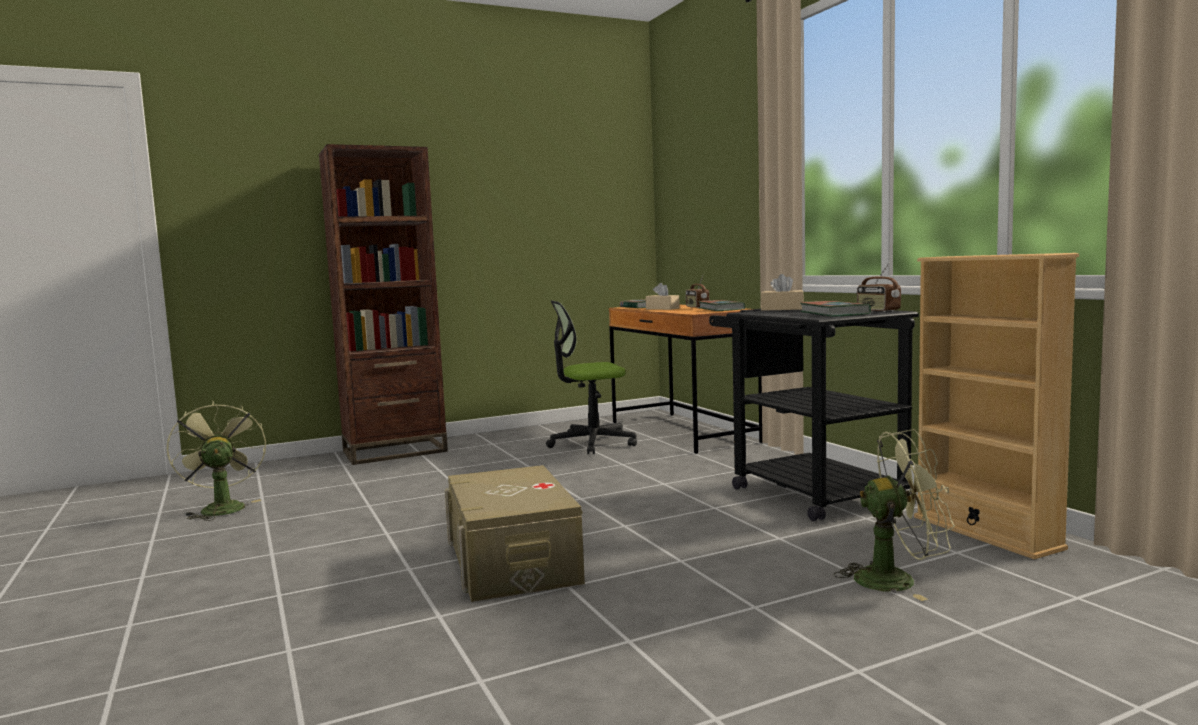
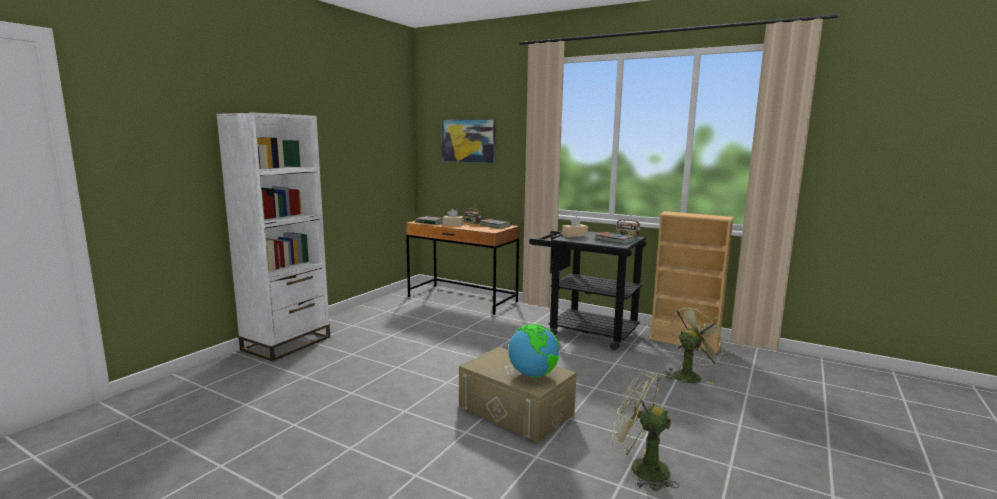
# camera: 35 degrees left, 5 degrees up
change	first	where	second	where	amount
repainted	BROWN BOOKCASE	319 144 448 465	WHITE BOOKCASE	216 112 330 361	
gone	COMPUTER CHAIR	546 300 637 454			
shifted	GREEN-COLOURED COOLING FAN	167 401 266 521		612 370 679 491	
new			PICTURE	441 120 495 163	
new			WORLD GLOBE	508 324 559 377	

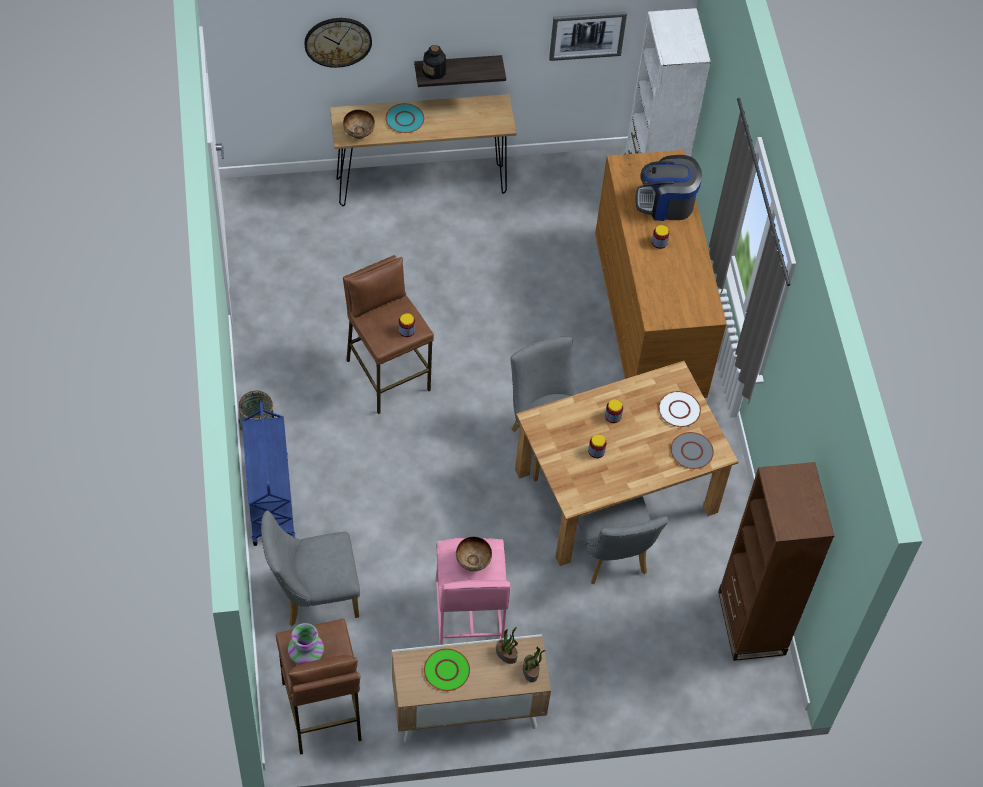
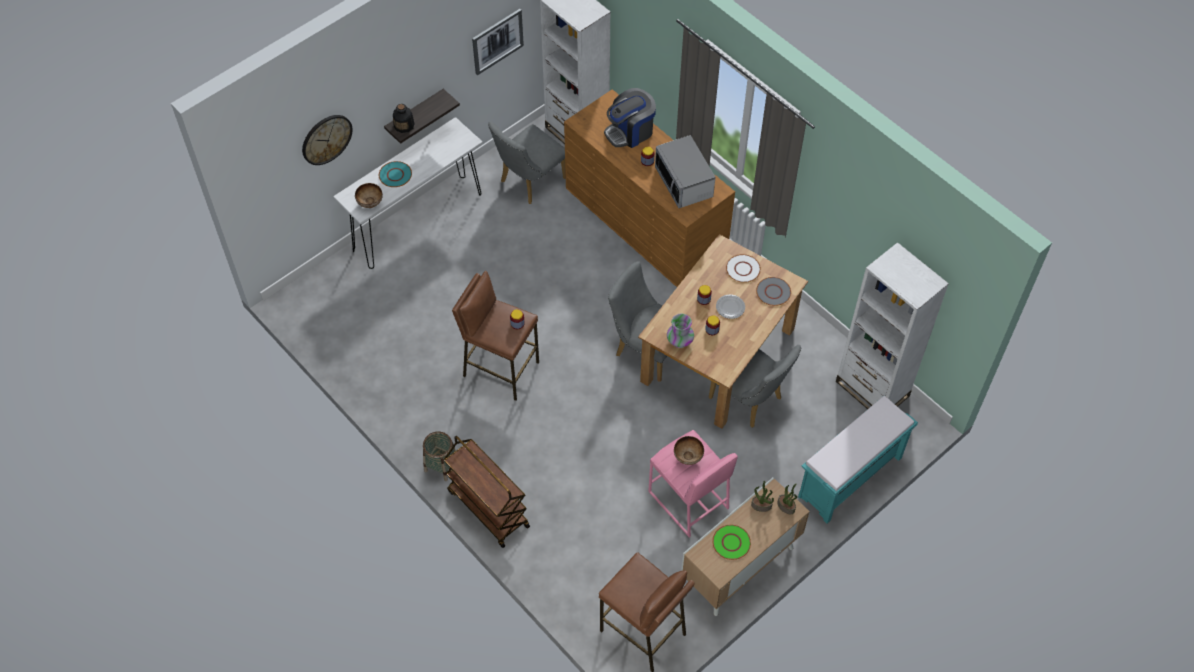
# camera: 30 degrees left, 0 degrees up
change	first	where	second	where	amount
repainted	BROWN CONSOLE TABLE	330 94 517 206	WHITE CONSOLE TABLE	333 117 483 269	
repainted	BLUE-COLOURED CART	242 402 295 546	BROWN CART	443 436 530 548	
repainted	BROWN BOOKCASE	718 462 834 661	WHITE BOOKCASE	836 242 949 409	
shifted	GREY CHAIR	261 510 360 626		488 122 566 204	
shifted	VASE	288 623 324 665		667 314 694 348	
new			KITCHEN MICROWAVE	655 135 715 208	
new			FLAT DISH	716 295 745 319	
new			TURQUOISE-COLOURED INDOOR BENCH	798 396 918 523	

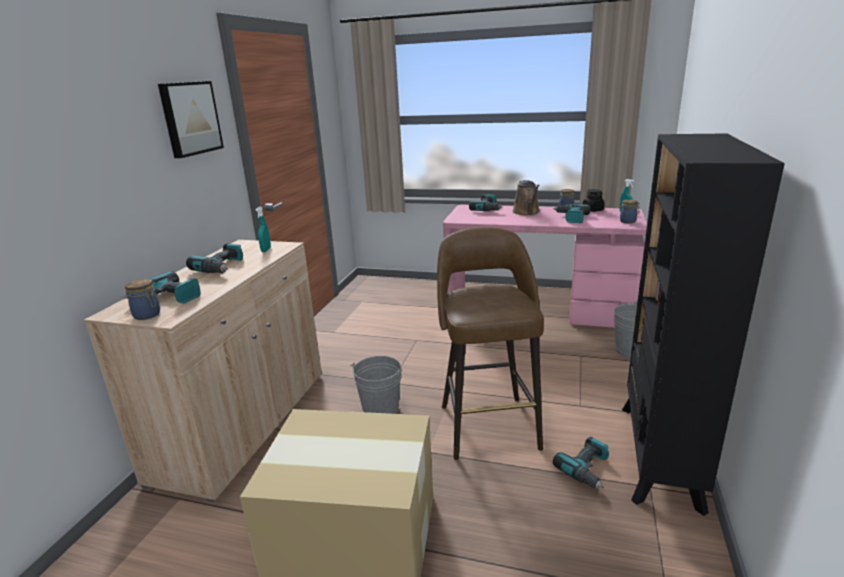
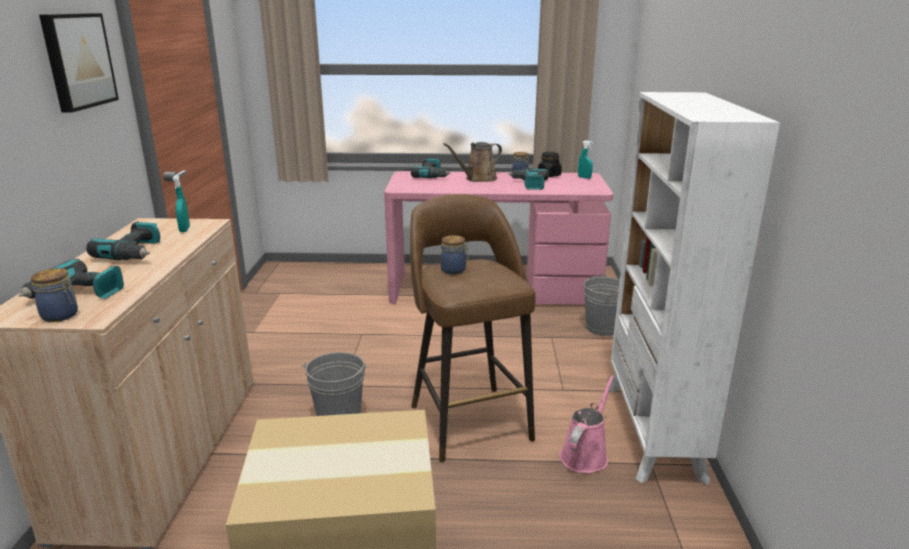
# camera: 15 degrees left, 0 degrees up
change	first	where	second	where	amount
repainted	BLACK-COLOURED BOOKCASE	622 133 785 516	WHITE BOOKCASE	609 92 780 485	
rotated	BROWN WATERING POT	512 180 540 215		443 142 502 182	75 degrees clockwise
shifted	STORAGE JAR	620 199 640 224		441 235 469 275	
swapped	DRILL	553 437 609 489	PINKISH WATERING POT	560 375 614 473	

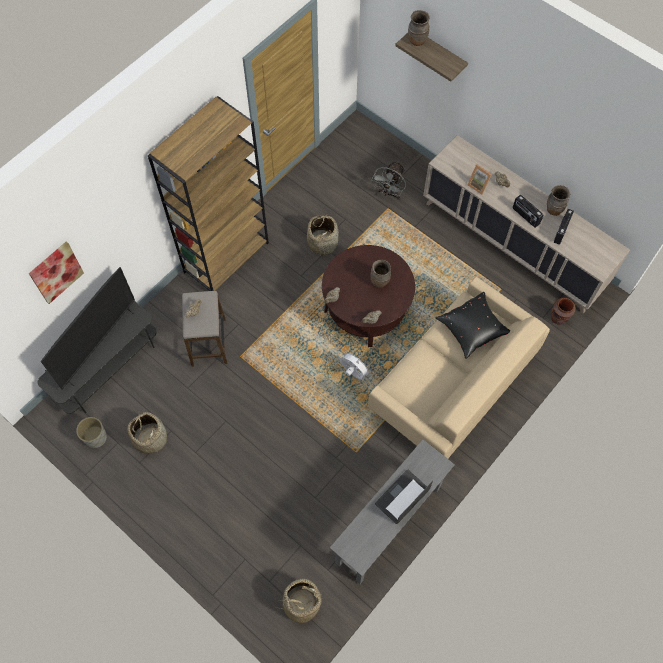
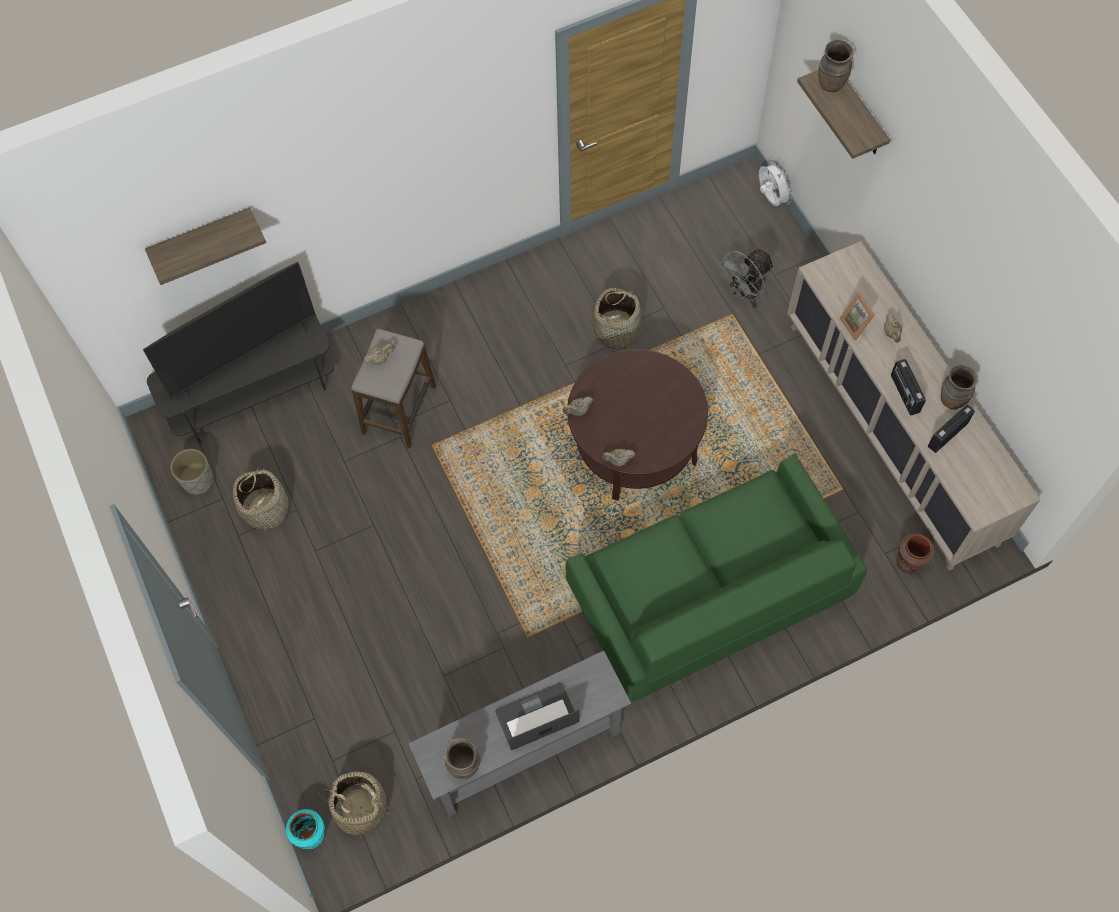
# camera: 25 degrees right, 0 degrees up
change	first	where	second	where	amount
gone	BROWN BOOKCASE	148 96 269 291			
swapped	PICTURE	29 241 84 304	BRACKET SHELF	145 207 266 285	
shifted	BROWN VASE	370 260 391 288		444 738 480 779	
repainted	BEIGE-COLOURED COUCH	368 277 550 459	GREEN-COLOURED COUCH	566 455 867 701	
gone	BLACK-COLOURED PILLOW	436 292 510 359			
shifted	WHITE COOLING FAN	340 350 371 380		759 160 793 206	
new			TURQUOISE-COLOURED VASE	286 809 325 849	

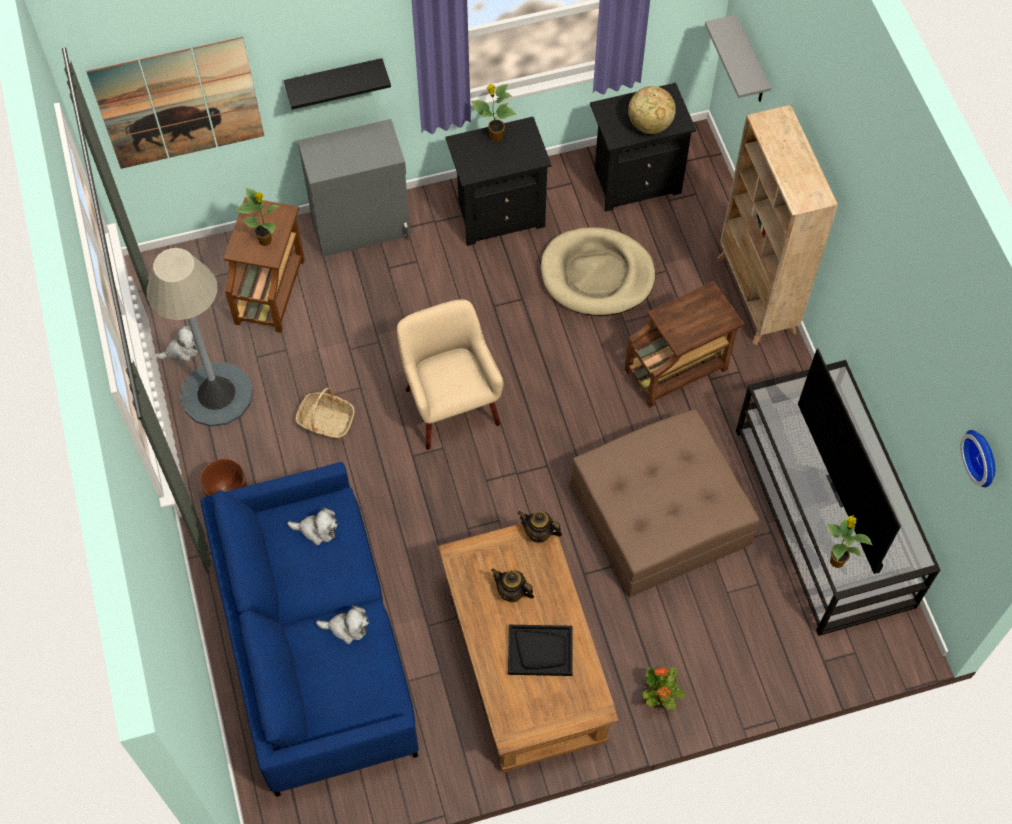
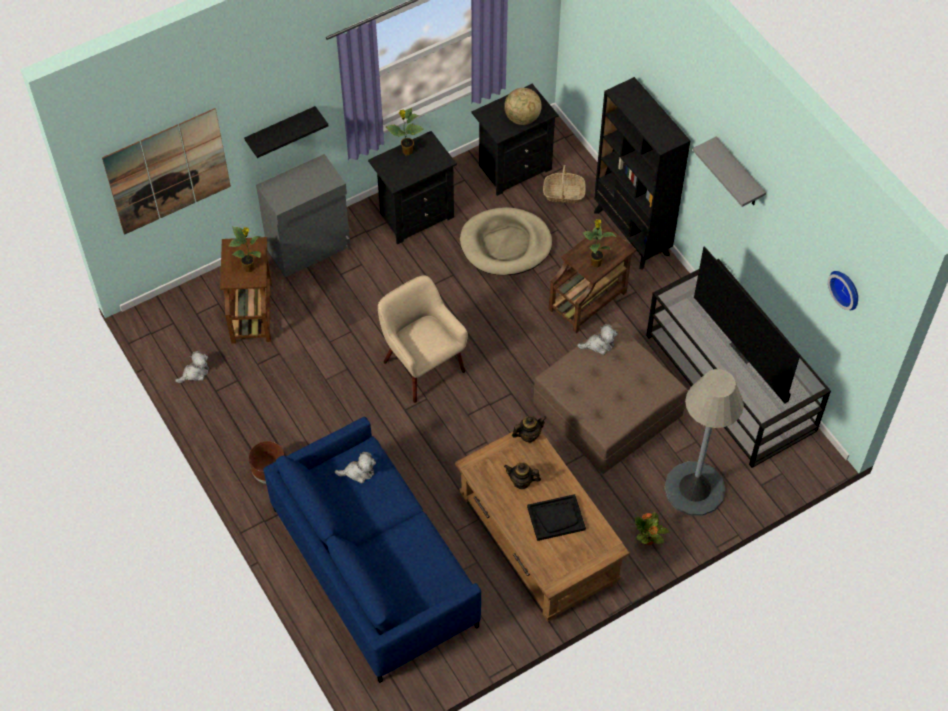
# camera: 15 degrees left, 5 degrees down
change	first	where	second	where	amount
shifted	GREY BRACKET SHELF	705 14 771 102		693 137 766 207	
repainted	BEIGE-COLOURED BOOKCASE	717 105 838 345	BLACK-COLOURED BOOKCASE	594 77 690 270	
shifted	GREY FLOOR LAMP	147 248 253 427		664 369 744 516	
shifted	HOUSEHOLD BASKET	295 388 355 439		543 165 586 203	
rotated	TEAPOT	517 511 562 543		512 416 547 442	150 degrees clockwise
shifted	POTTED PLANT	827 515 873 568		582 219 616 267	
shifted	SOFT TOY	316 605 369 644		577 324 617 355	

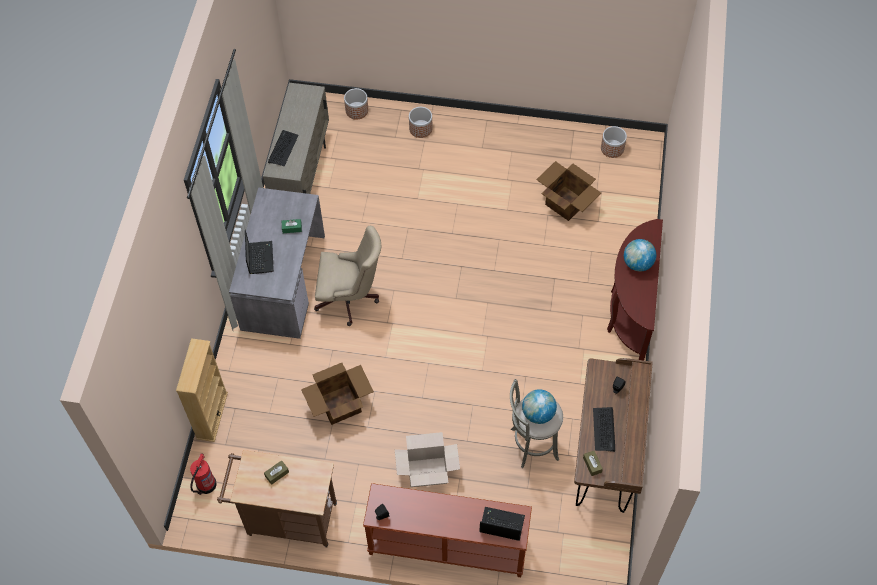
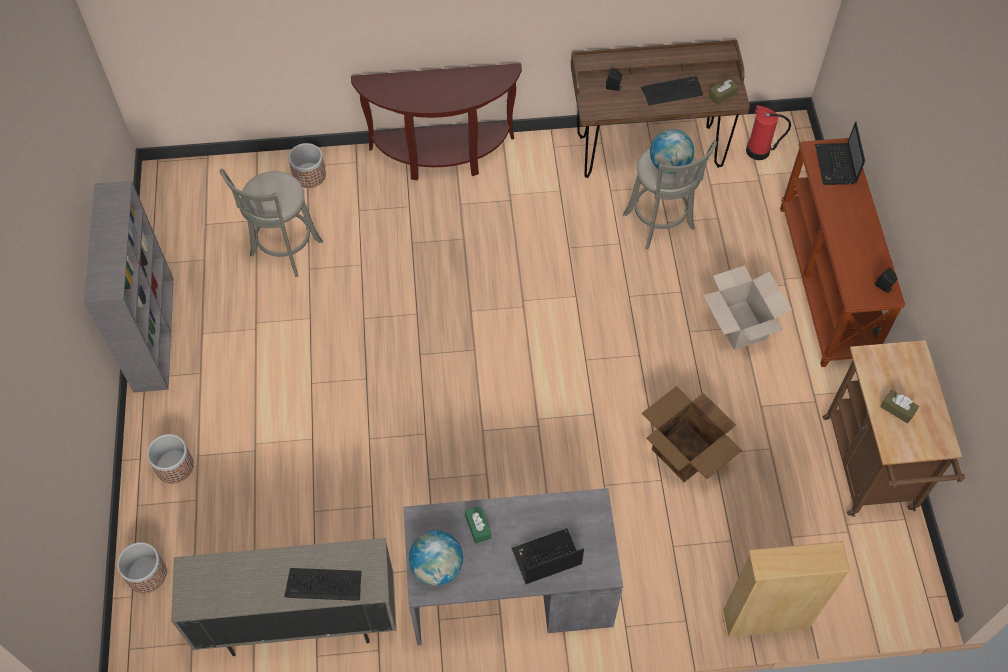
# camera: 105 degrees left, 0 degrees up
change	first	where	second	where	amount
shifted	FLOWER POT	601 126 627 158		288 143 326 188	
swapped	CARDBOARD BOX	536 161 601 221	GREY STOOL SEAT	220 169 323 277	
gone	BEIGE-COLOURED COMPUTER CHAIR	314 226 381 326			
shifted	WORLD GLOBE	624 239 657 271		409 531 463 586	
shifted	FIRE EXTINGUISHER	190 453 217 495		746 105 791 160	
new			GREY BOOKCASE	84 181 174 393	

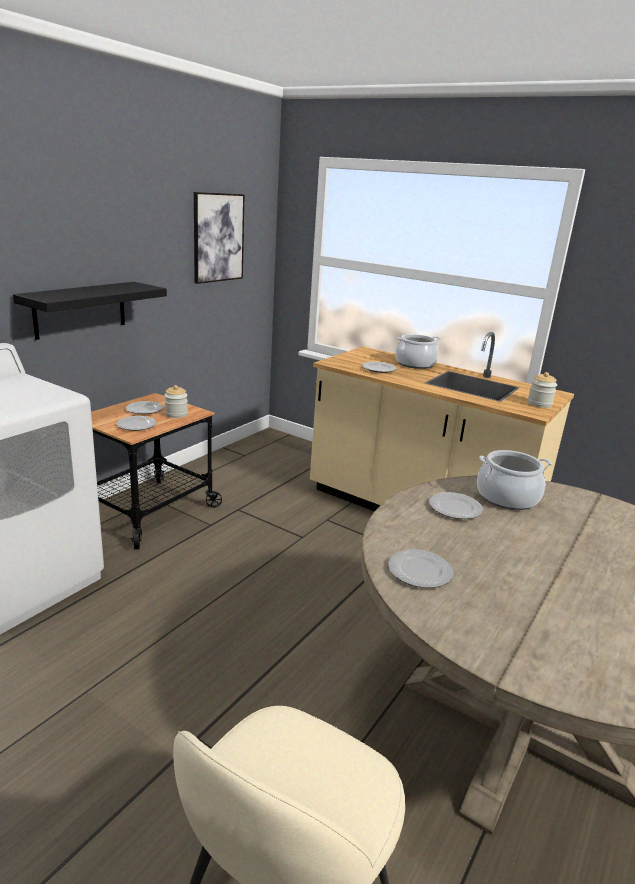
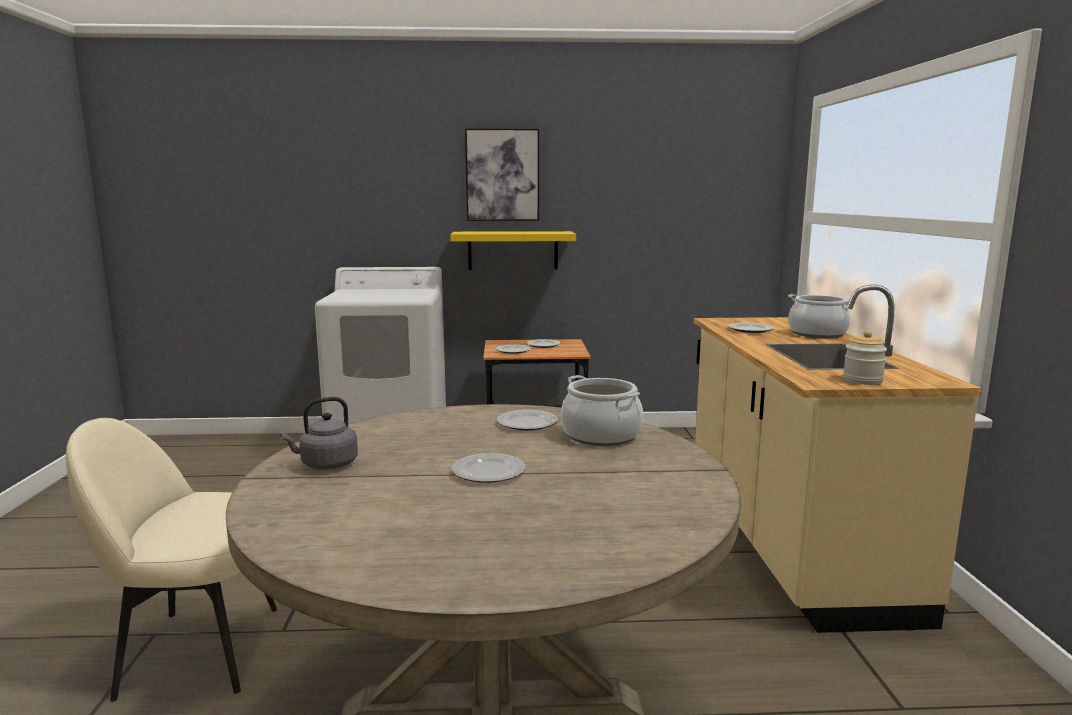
# camera: 55 degrees right, 10 degrees down
change	first	where	second	where	amount
shifted	PICTURE	194 192 244 284		465 128 539 221	
repainted	BLACK-COLOURED BRACKET SHELF	13 282 167 340	YELLOW-COLOURED BRACKET SHELF	450 231 576 270	
gone	STORAGE JAR	164 385 188 418			
shifted	FLAT DISH	388 549 453 588		452 453 526 483	
new			GREY TEA KETTLE	281 397 358 470	

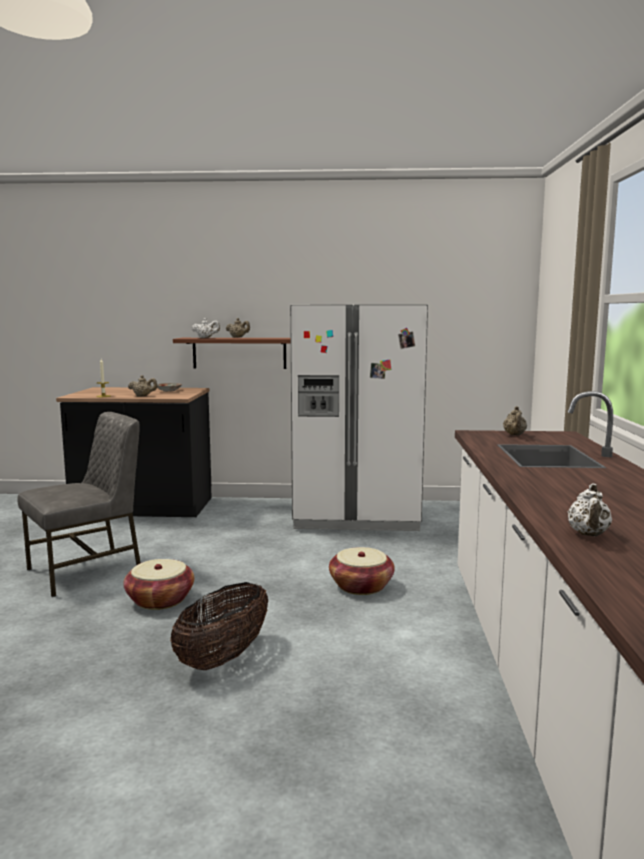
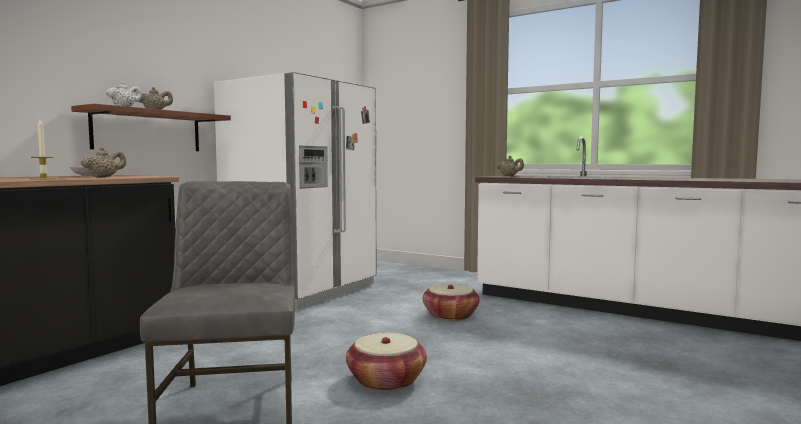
# camera: 60 degrees left, 5 degrees down
change	first	where	second	where	amount
gone	WHITE TEAPOT	568 484 612 536			
gone	HOUSEHOLD BASKET	170 582 268 670			

